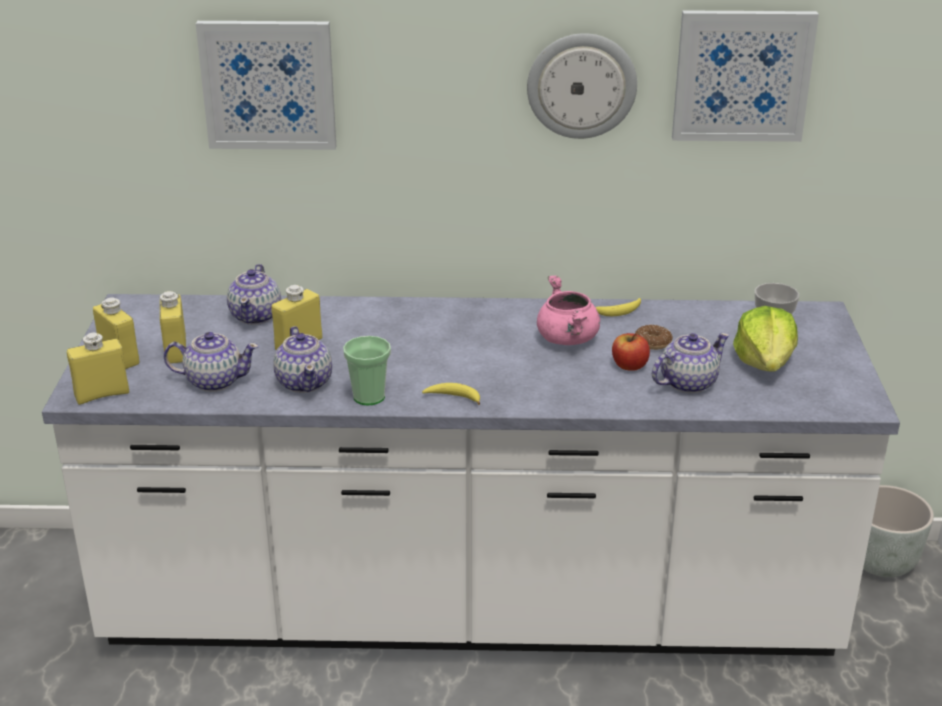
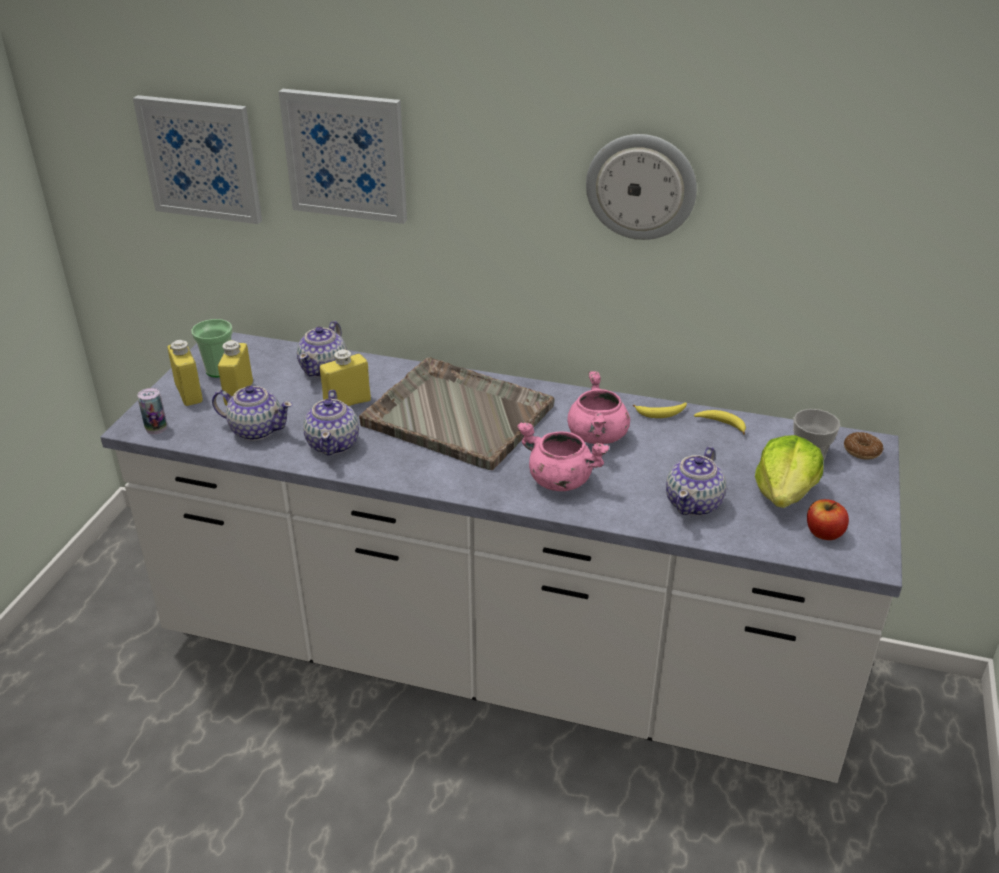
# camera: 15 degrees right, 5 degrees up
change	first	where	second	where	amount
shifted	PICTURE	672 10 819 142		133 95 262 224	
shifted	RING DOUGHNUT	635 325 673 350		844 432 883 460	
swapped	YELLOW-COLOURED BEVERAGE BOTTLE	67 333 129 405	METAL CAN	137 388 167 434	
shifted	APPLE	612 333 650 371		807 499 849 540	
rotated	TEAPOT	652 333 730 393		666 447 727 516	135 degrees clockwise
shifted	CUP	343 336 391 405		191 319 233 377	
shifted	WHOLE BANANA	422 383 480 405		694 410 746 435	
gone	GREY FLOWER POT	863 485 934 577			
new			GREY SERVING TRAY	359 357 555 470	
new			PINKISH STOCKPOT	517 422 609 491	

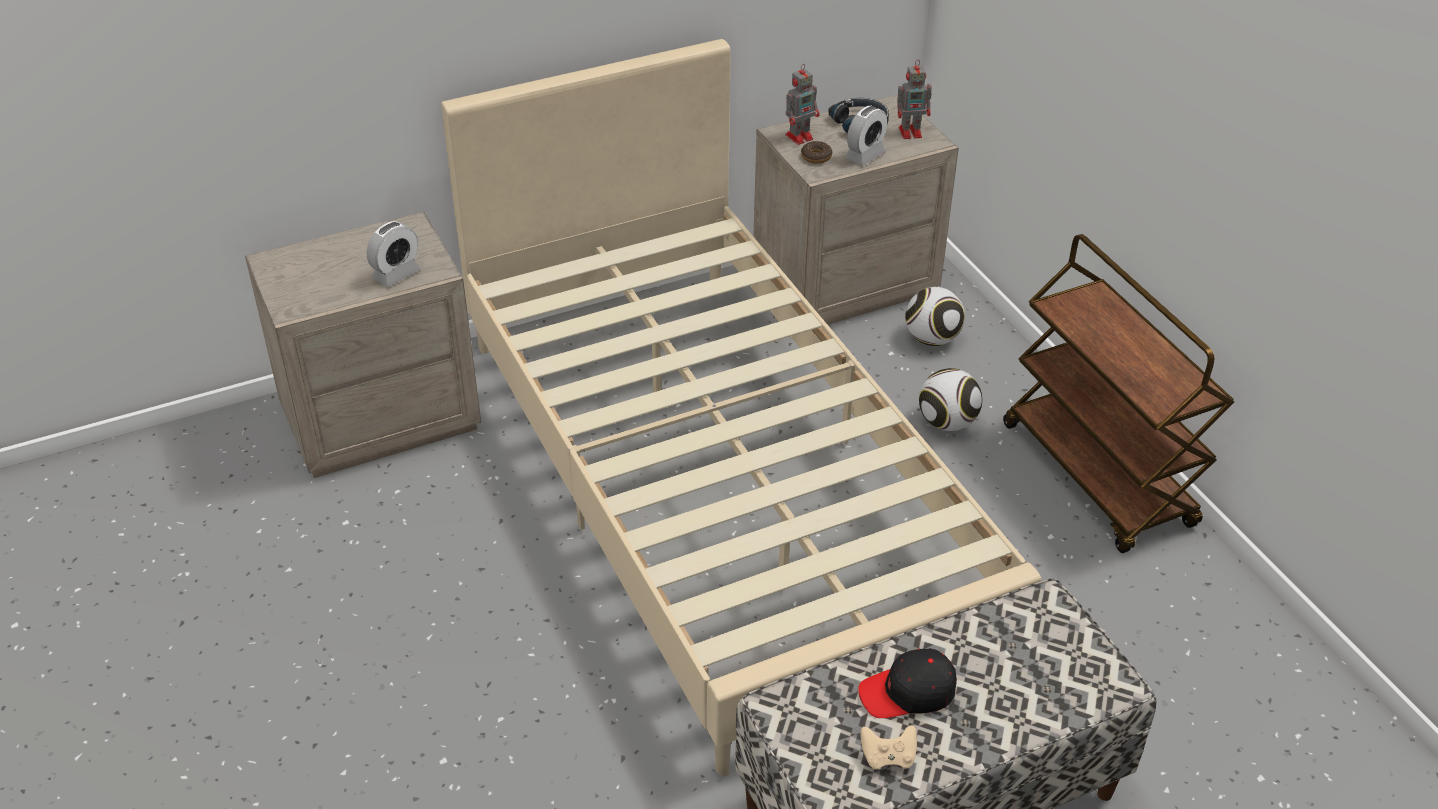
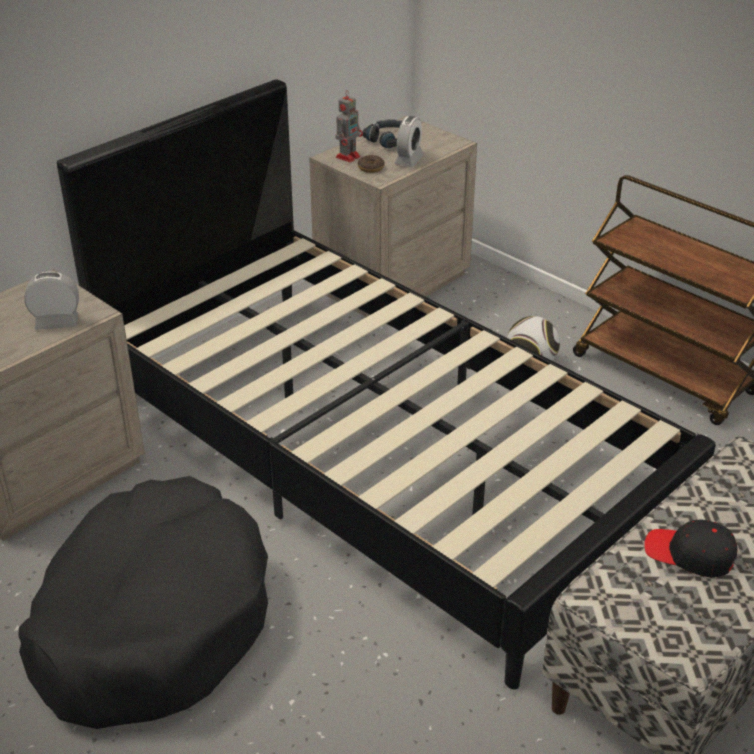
# camera: 20 degrees left, 5 degrees down
change	first	where	second	where	amount
repainted	BEIGE-COLOURED BED	441 39 1041 776	BLACK-COLOURED BED	57 79 716 689	
gone	TOY ROBOT	897 60 932 139			
rotated	TABLE CLOCK	367 221 421 287		24 271 79 330	120 degrees counterclockwise
gone	BALL FOR FOOTBALL	905 287 965 346			
rotated	BLACK-COLOURED BASEBALL CAP	858 649 957 718		644 520 738 577	60 degrees clockwise
gone	BEIGE-COLOURED JOYPAD	860 725 917 769			
new			BLACK-COLOURED PET BED	19 476 268 729	

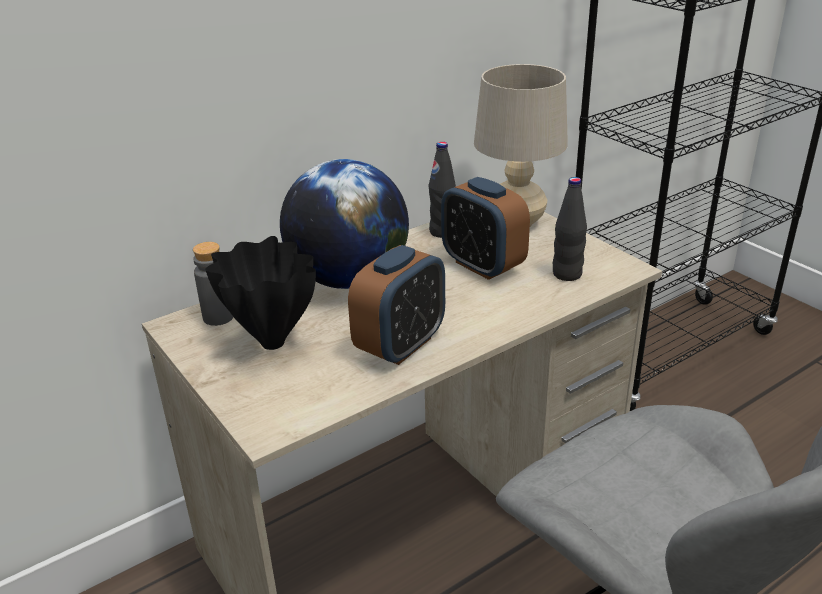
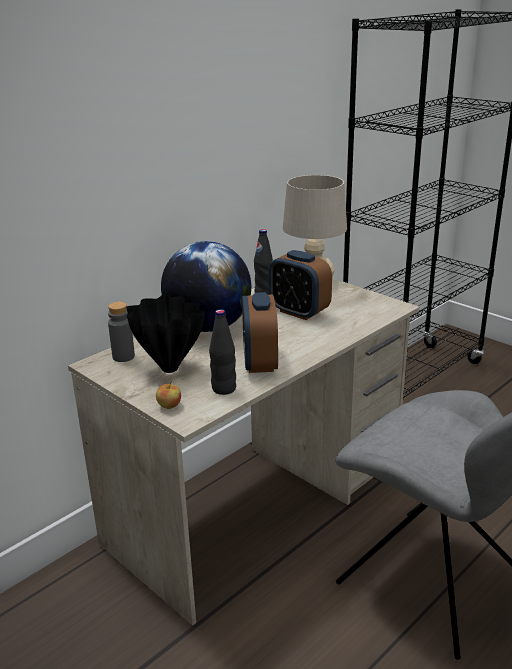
# camera: 10 degrees left, 5 degrees down
change	first	where	second	where	amount
shifted	BLACK-COLOURED BEVERAGE BOTTLE	553 177 587 281		209 309 236 395	
rotated	TABLE CLOCK	348 245 445 365		242 292 278 373	150 degrees clockwise
new			APPLE	156 381 181 409	

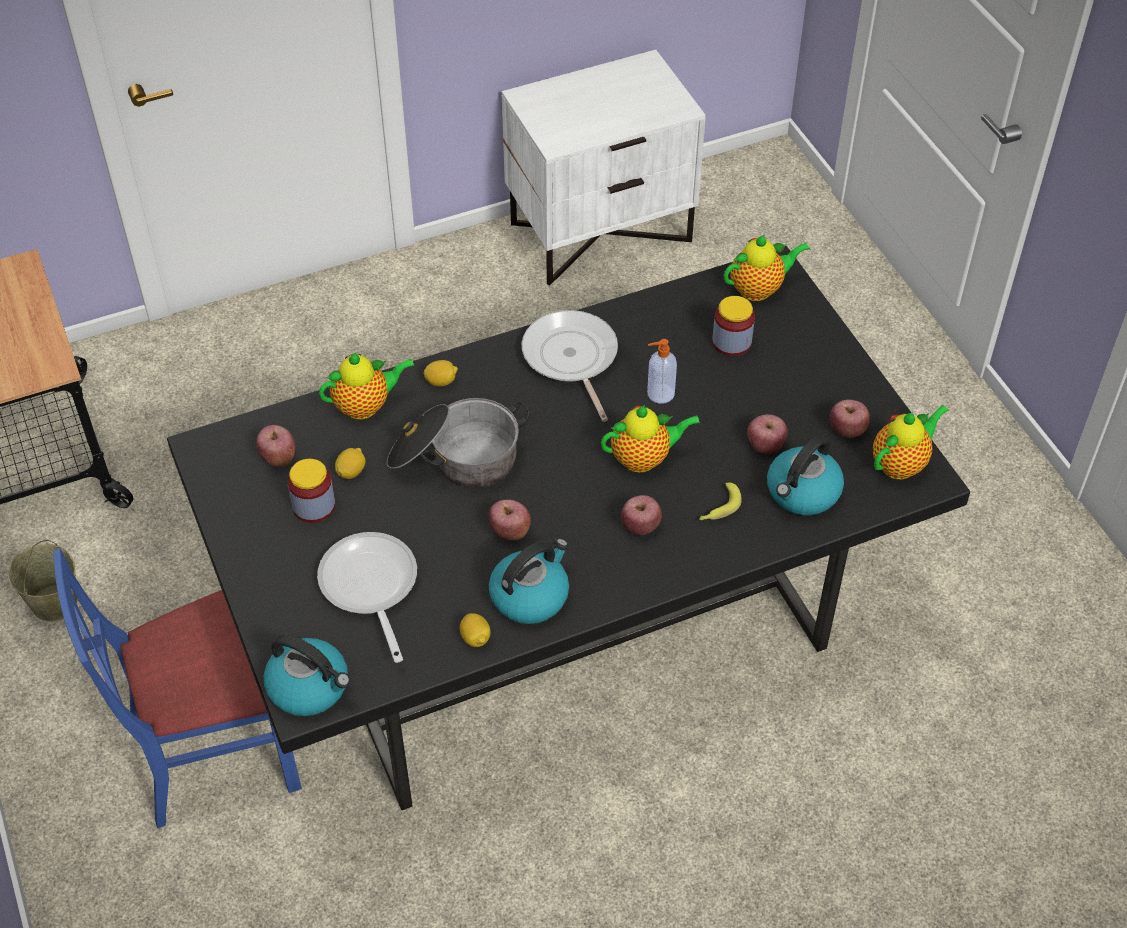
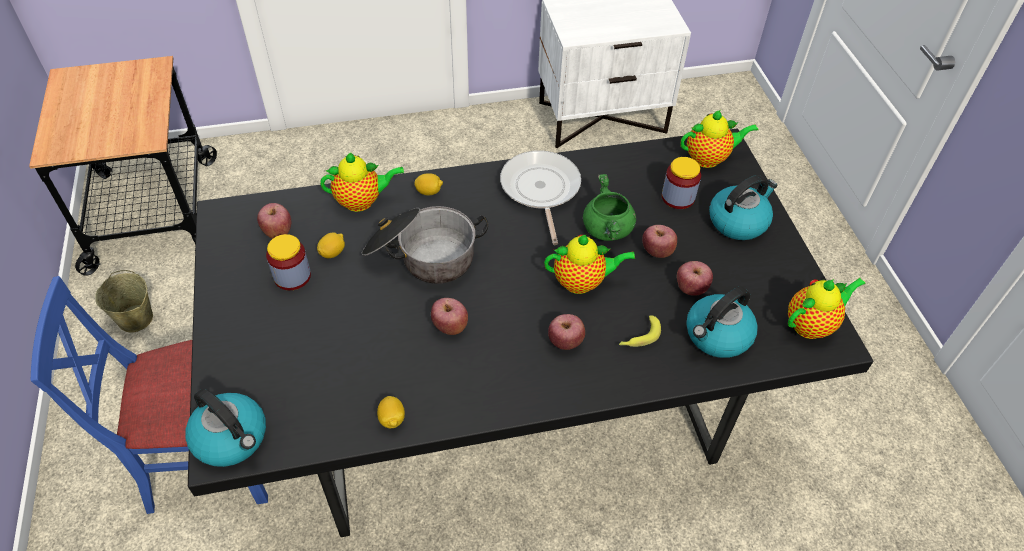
# camera: 10 degrees right, 0 degrees up
change	first	where	second	where	amount
swapped	SOAP DISPENSER	647 339 677 404	GREEN-COLOURED STOCKPOT	583 174 636 241	
shifted	APPLE	830 400 870 437		642 225 677 258	
gone	PAN	317 532 417 663			
shifted	TEA KETTLE	489 539 569 624		709 175 777 240	

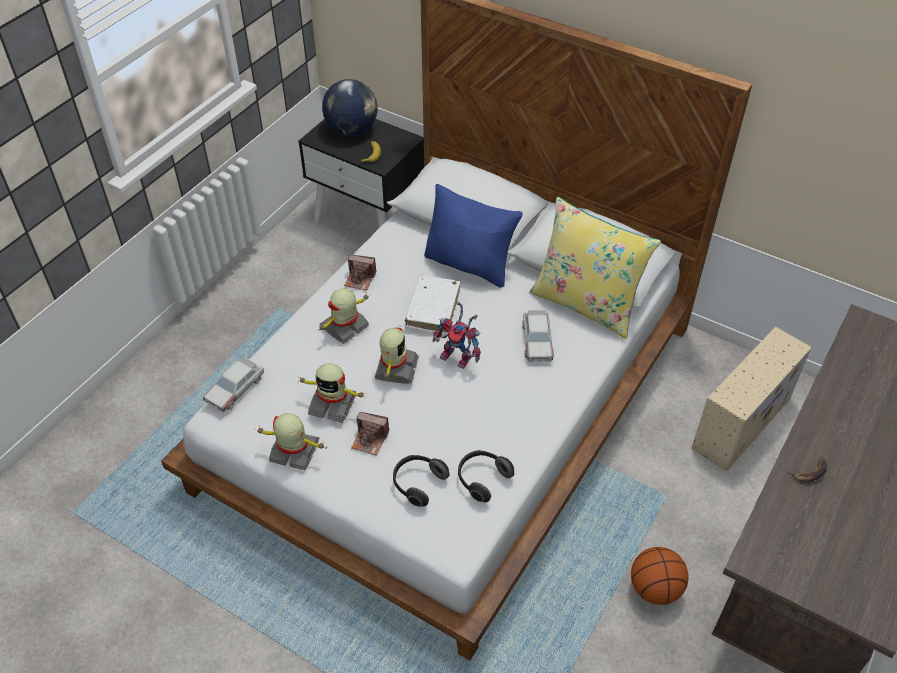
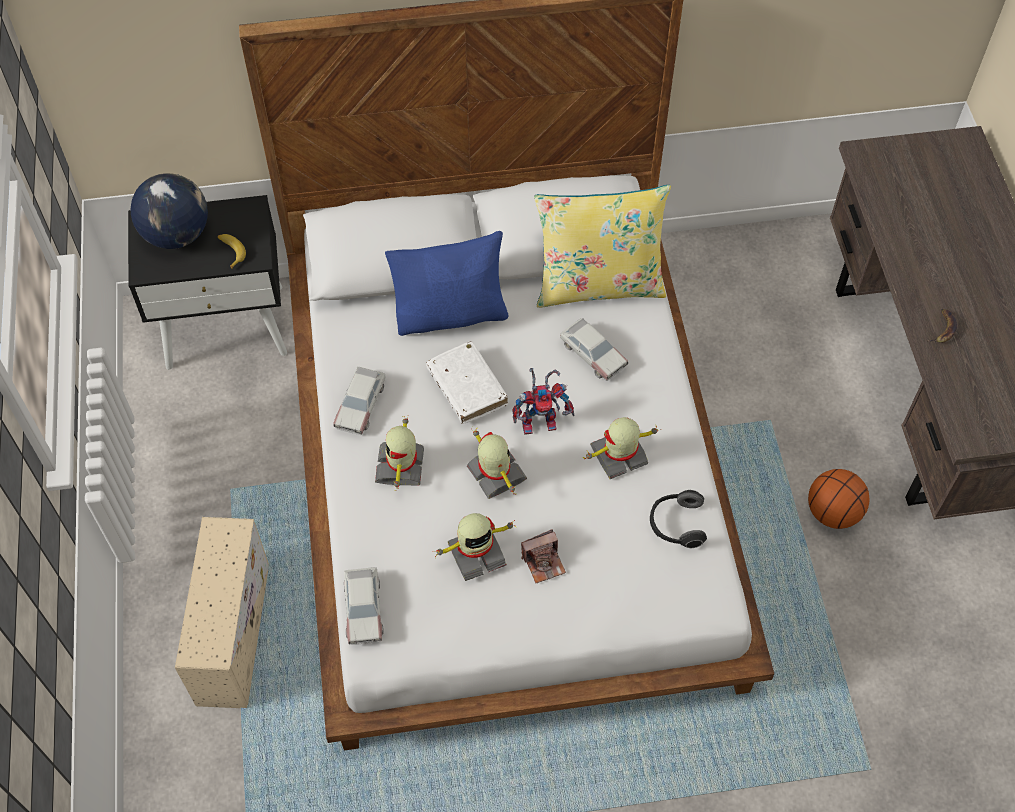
# camera: 40 degrees left, 10 degrees up
change	first	where	second	where	amount
swapped	PHOTO CAMERA	344 254 376 291	MODEL CAR	333 367 386 435	
shifted	BEIGE-COLOURED STORAGE BOX	691 327 812 471		175 517 269 708	
shifted	TOY ROBOT	254 413 326 470		585 417 658 479	
gone	HEADSET	393 455 449 507			

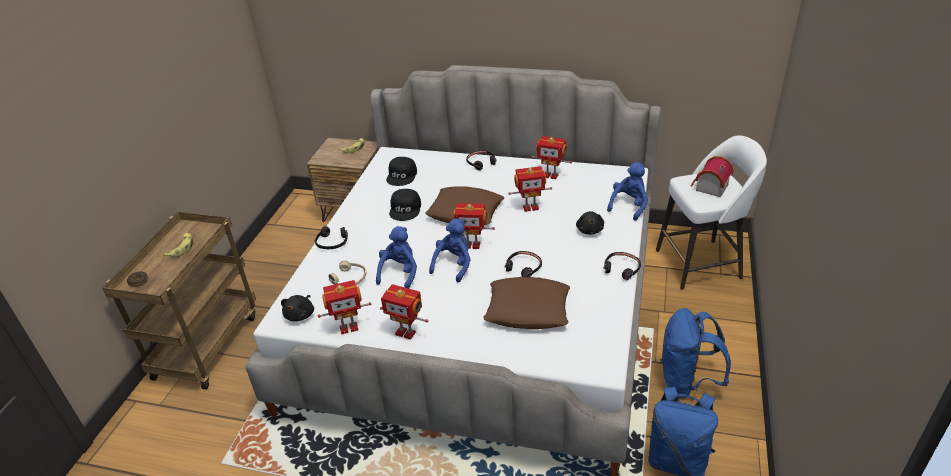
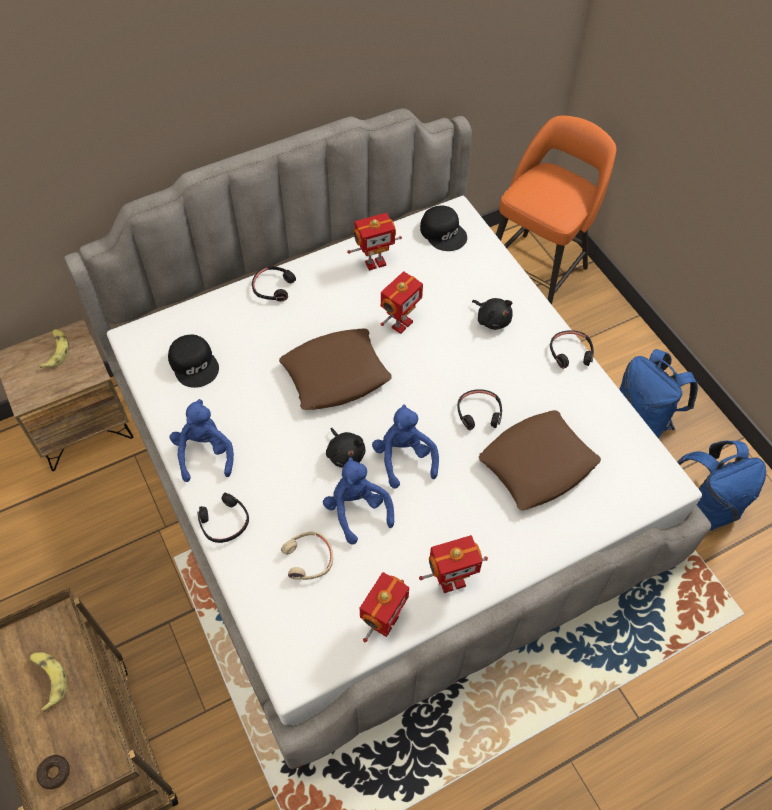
# camera: 45 degrees left, 20 degrees up
change	first	where	second	where	amount
repainted	WHITE STOOL SEAT	656 135 767 290	ORANGE STOOL SEAT	496 116 616 305	
gone	MODEL HOUSE	691 156 734 197			
shifted	BLUE-COLOURED SOFT TOY	607 162 648 221		170 399 234 482	
shifted	BLACK-COLOURED BASEBALL CAP	389 189 421 221		420 205 467 251	
gone	TOY ROBOT	453 203 495 249			
shifted	BLACK-COLOURED SOFT TOY	281 295 314 322		326 428 366 468	

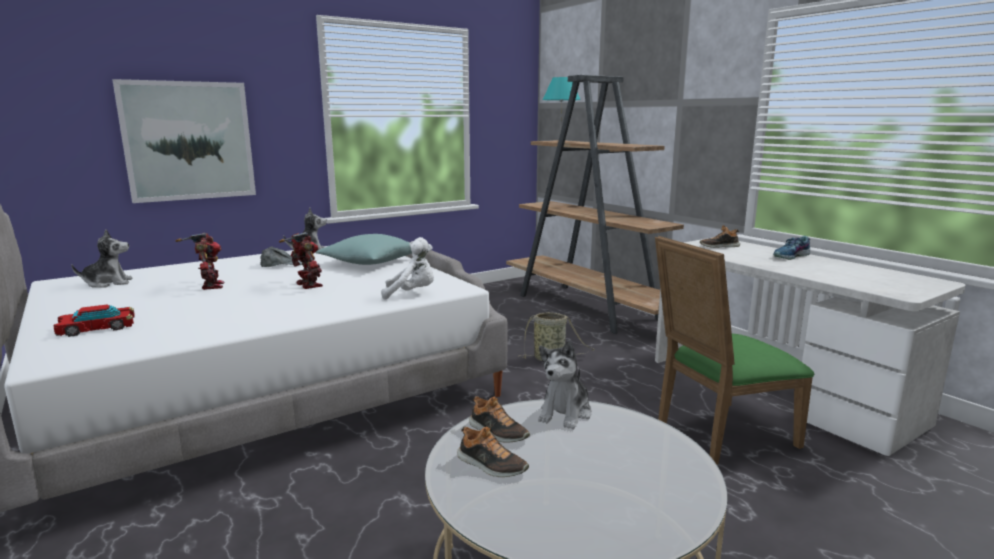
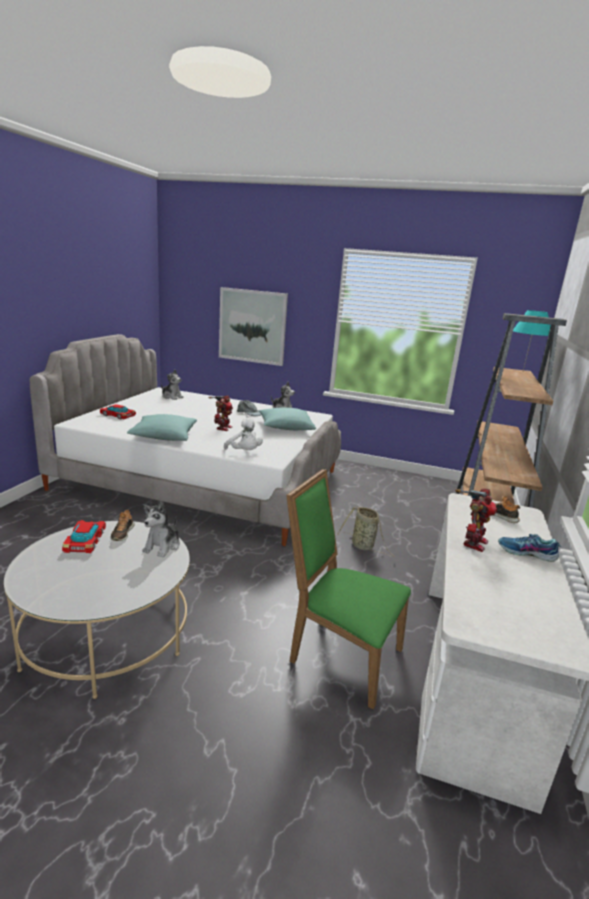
# camera: 50 degrees right, 5 degrees up
change	first	where	second	where	amount
shifted	TOY ROBOT	175 233 224 290		455 488 497 552	
rotated	SOFT TOY	538 340 592 429		142 502 180 558	60 degrees counterclockwise
swapped	SHOE	457 426 529 477	MODEL CAR	62 520 106 553	
new			TURQUOISE-COLOURED PILLOW	127 414 197 441	

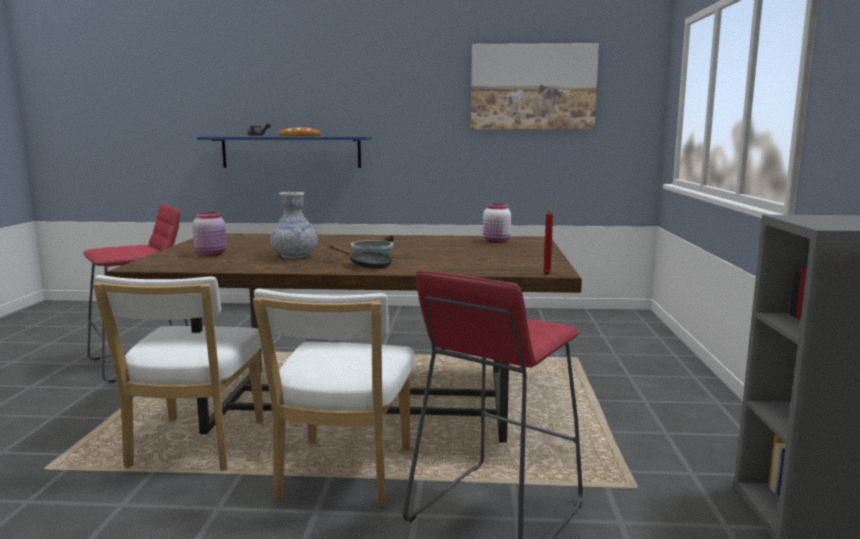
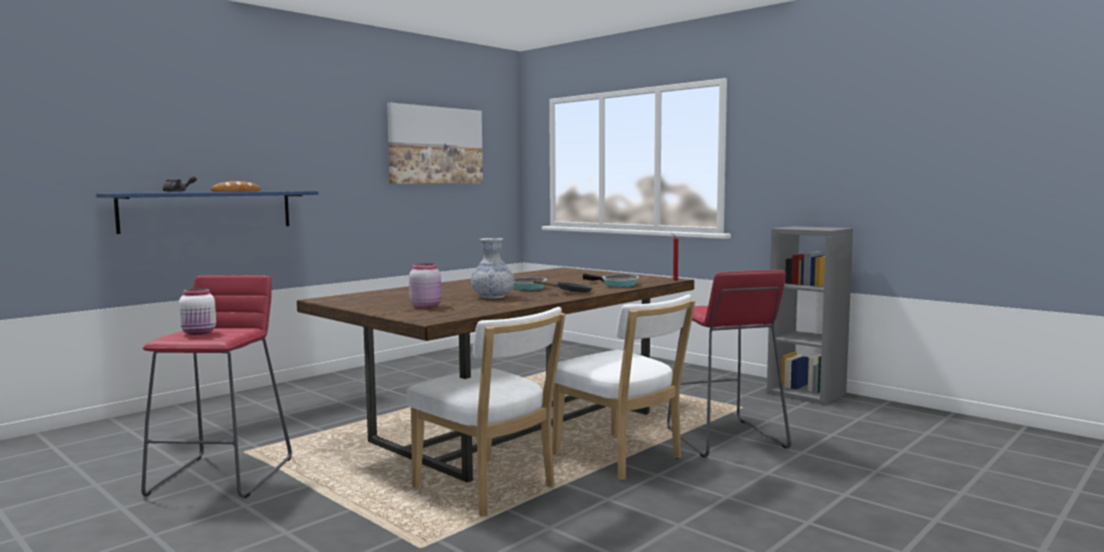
# camera: 50 degrees left, 5 degrees down
change	first	where	second	where	amount
shifted	WHITE STORAGE JAR	483 203 511 243		179 288 216 335	
new			PAN	583 273 639 287	

